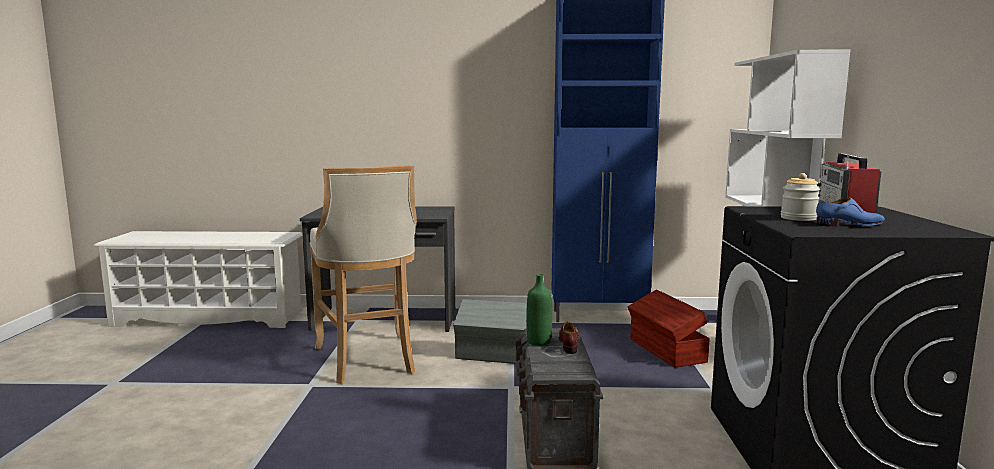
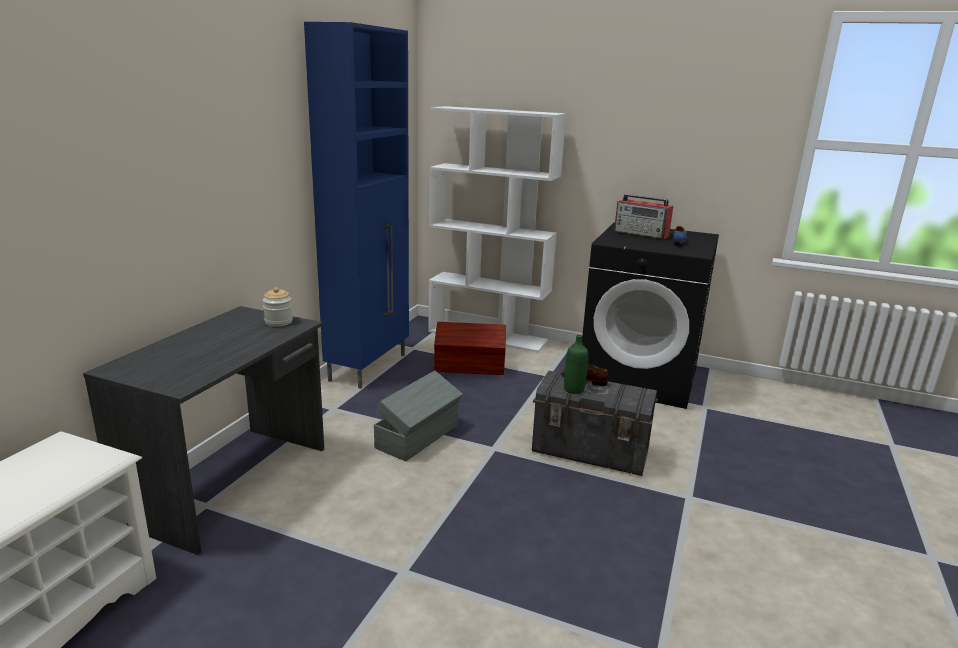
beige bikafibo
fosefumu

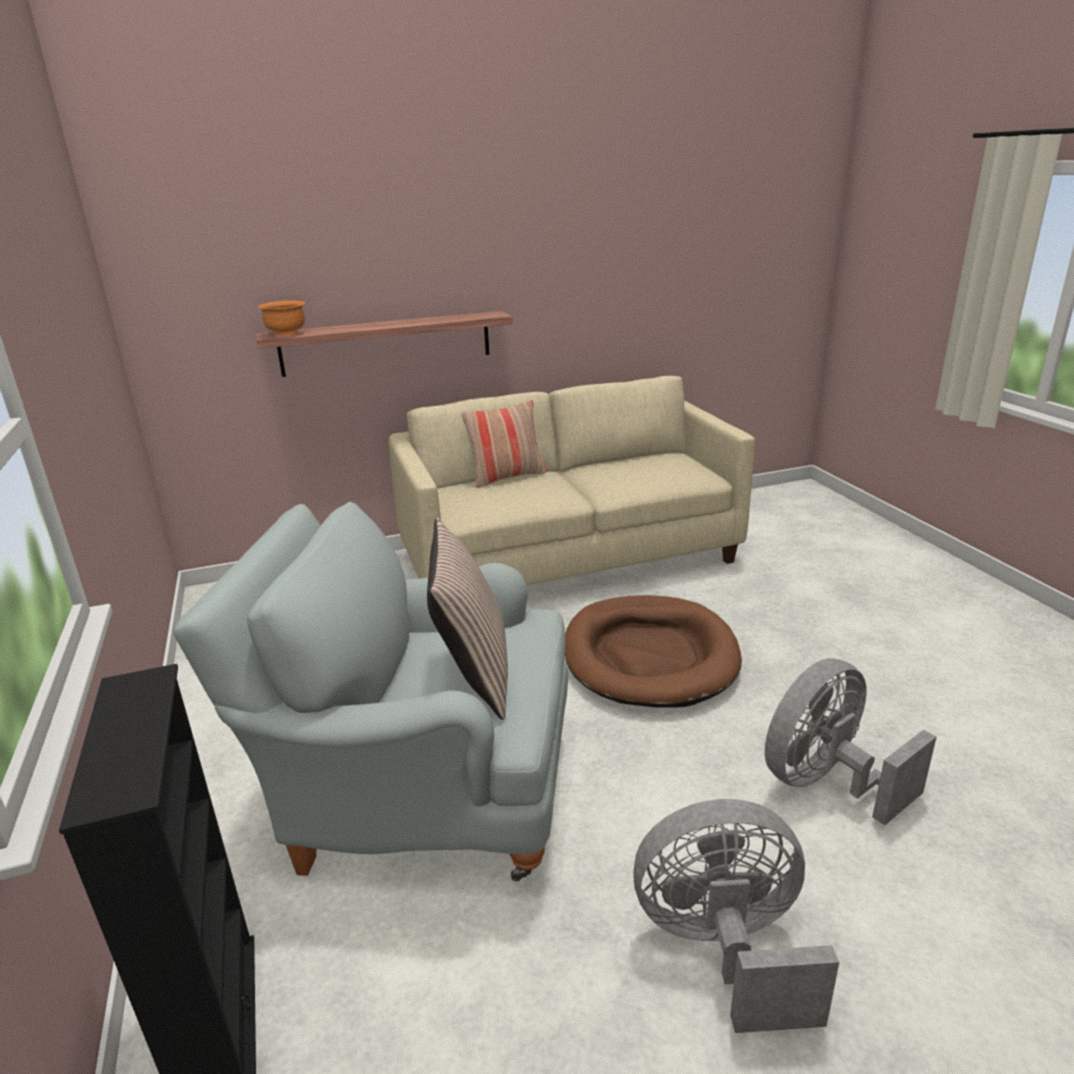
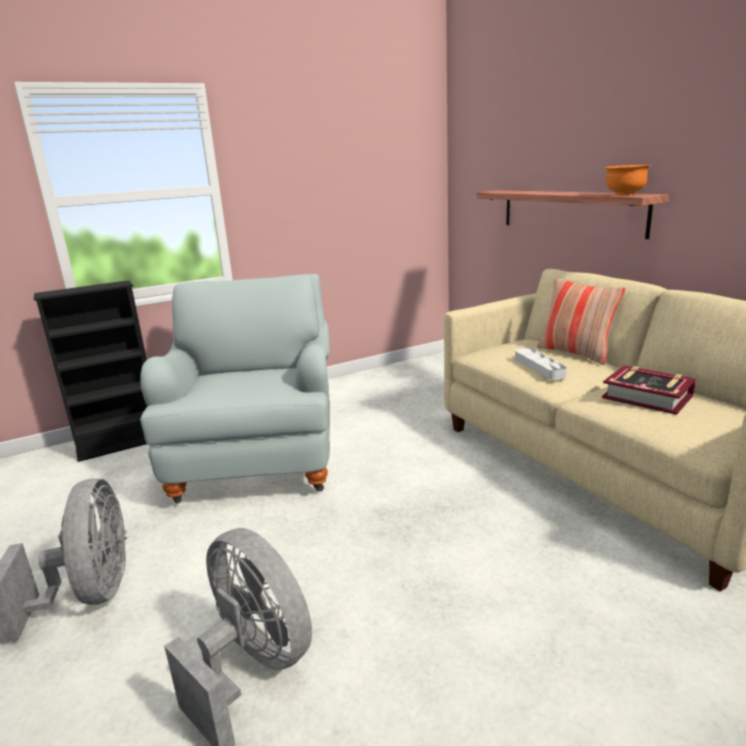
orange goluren
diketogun (1st from left in the first image)
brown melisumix
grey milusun
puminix

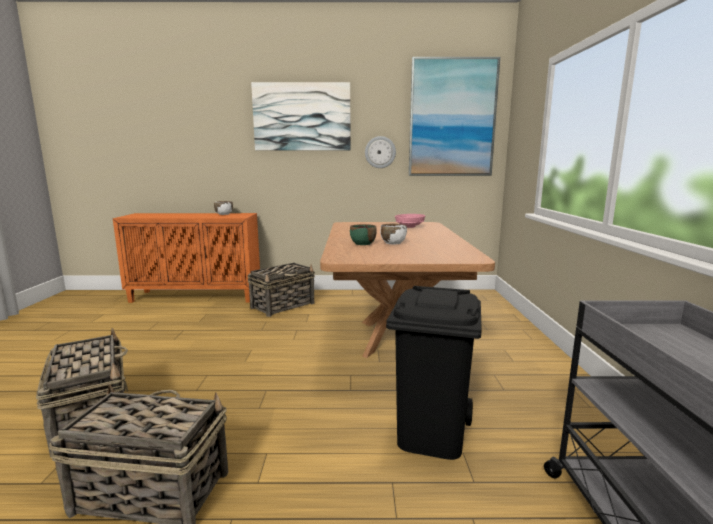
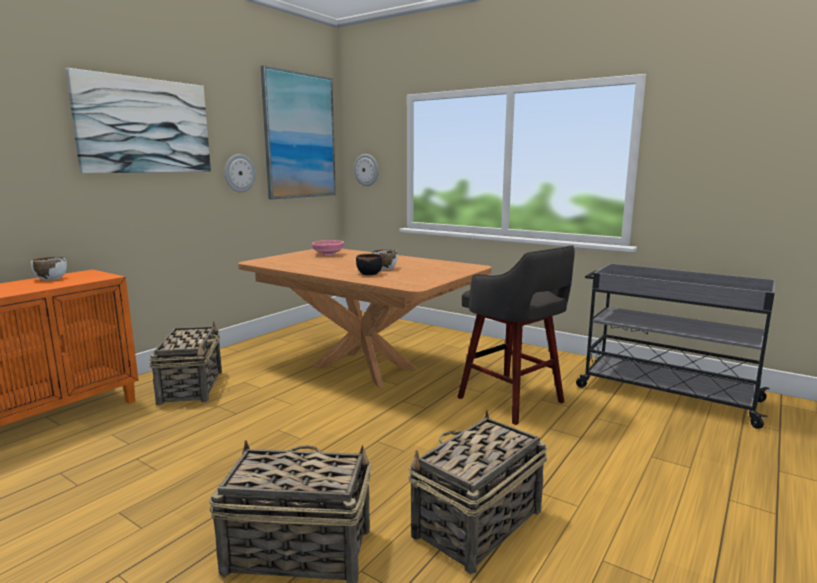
black goluren
grey bikafibo
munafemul (2nd from left)

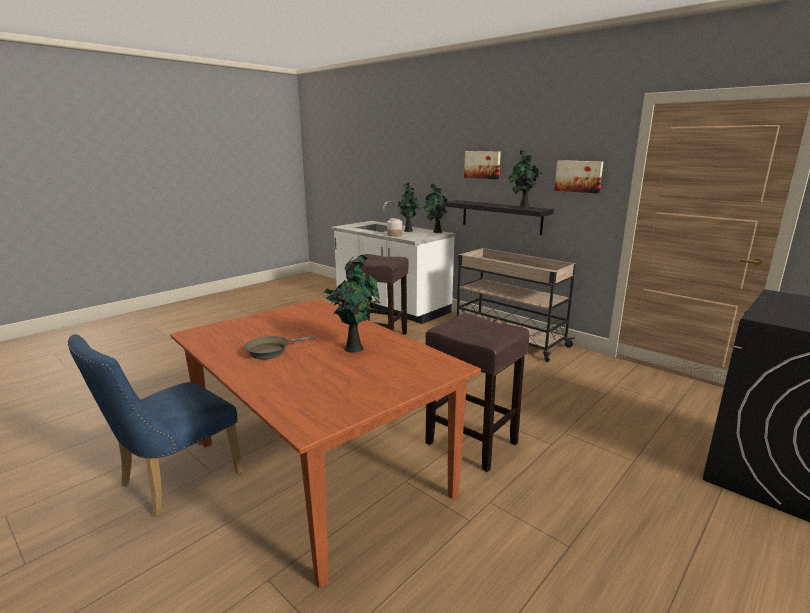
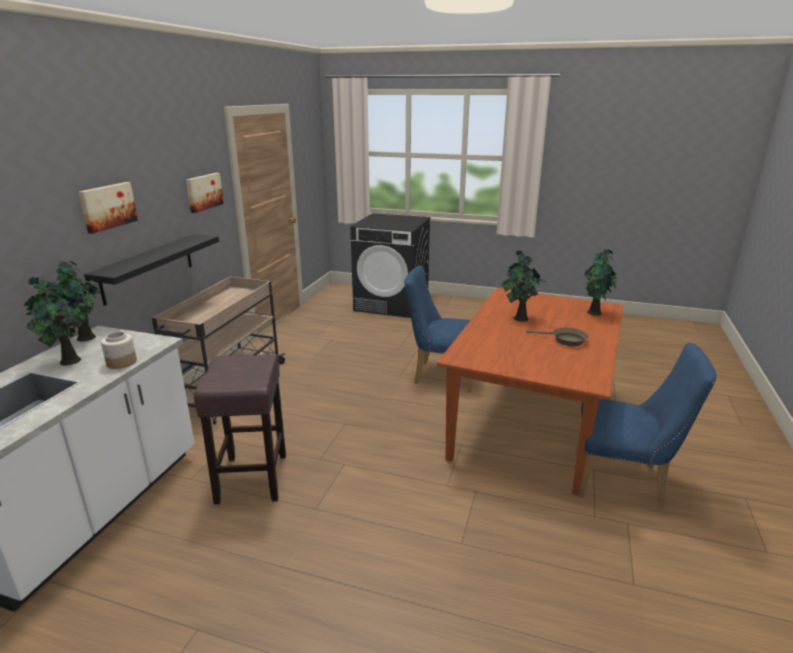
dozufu (4th from left)
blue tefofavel (1st from left)

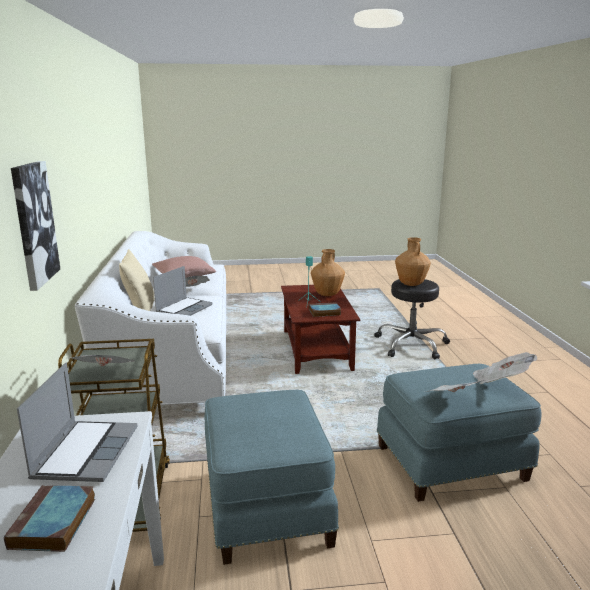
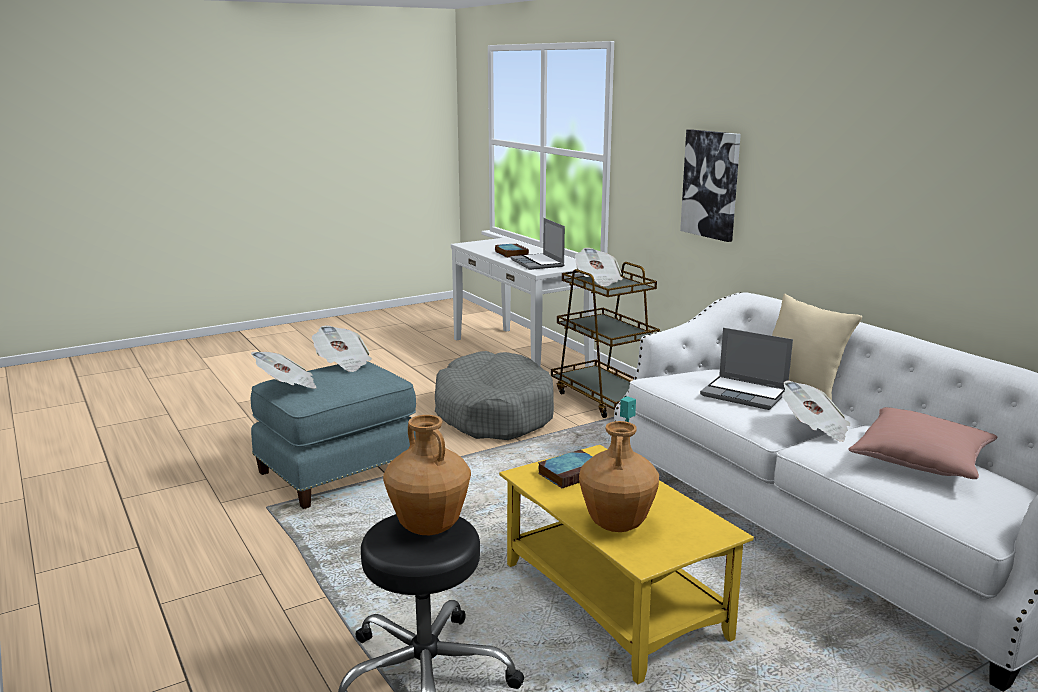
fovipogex (2nd from left)
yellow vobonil
grey melisumix

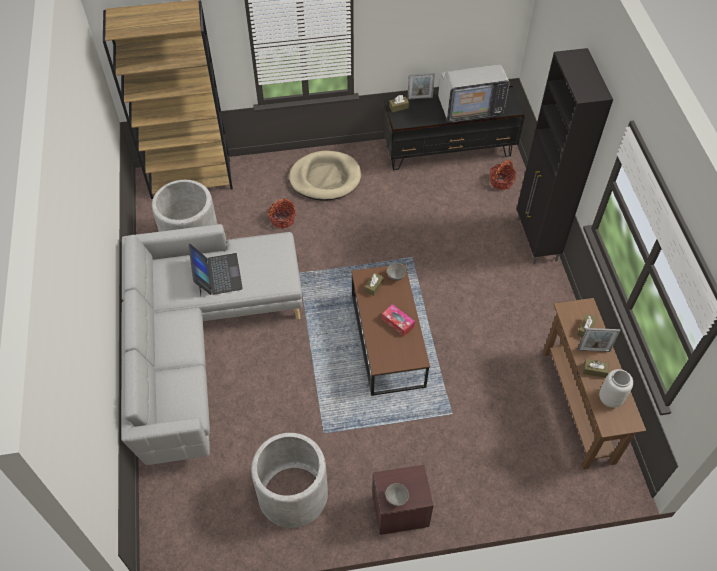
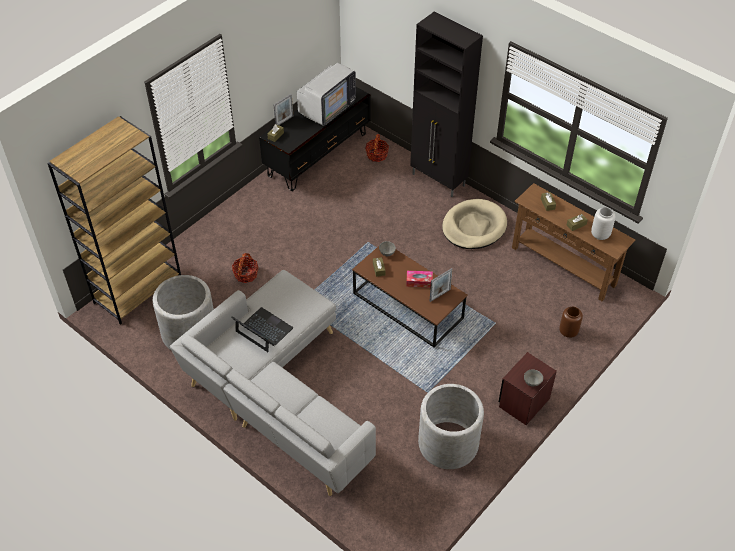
beige melisumix
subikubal (2nd from left)
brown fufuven

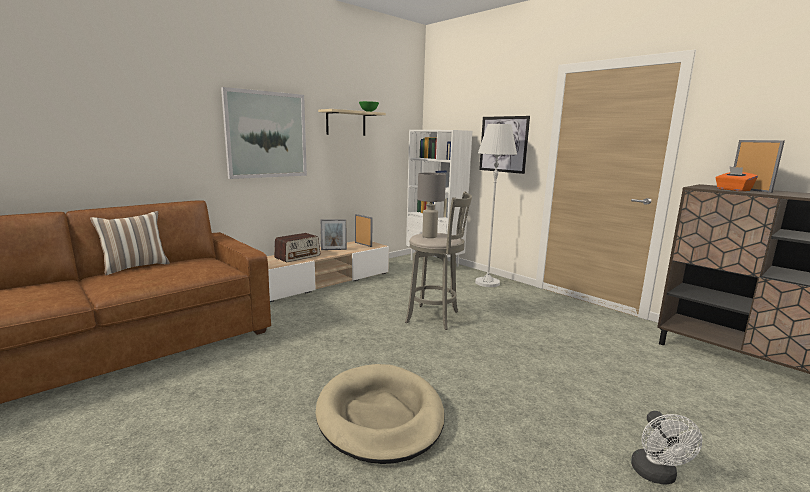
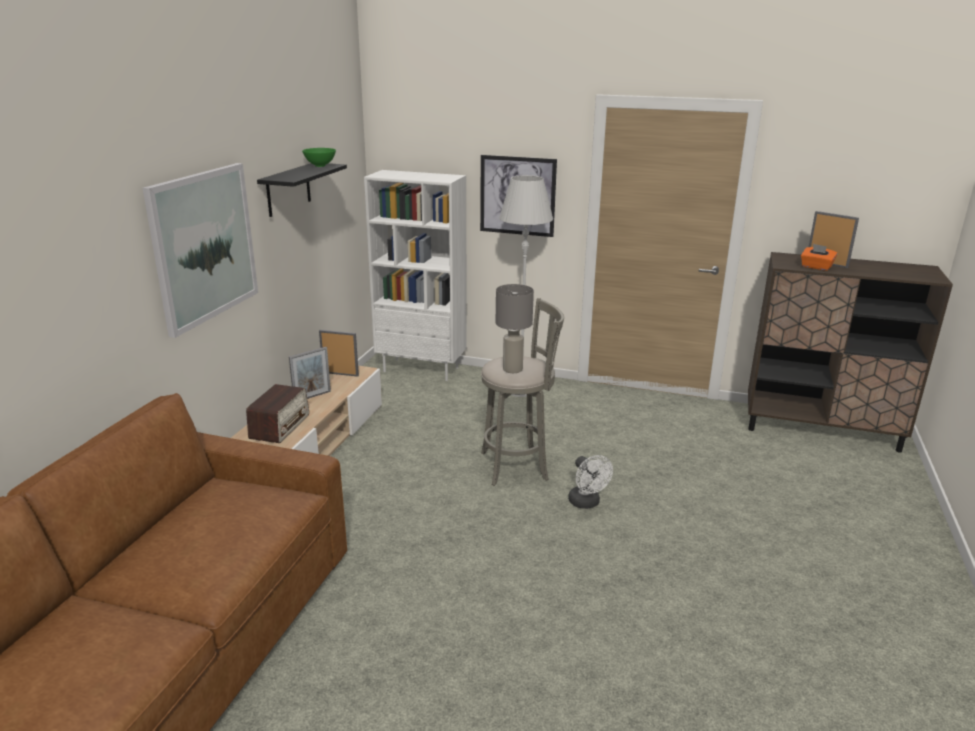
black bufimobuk
diketogun
beige melisumix
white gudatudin

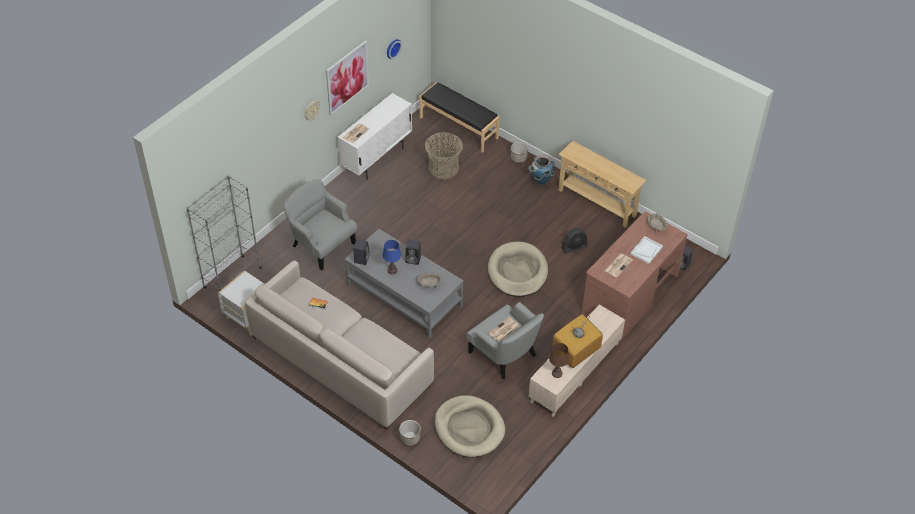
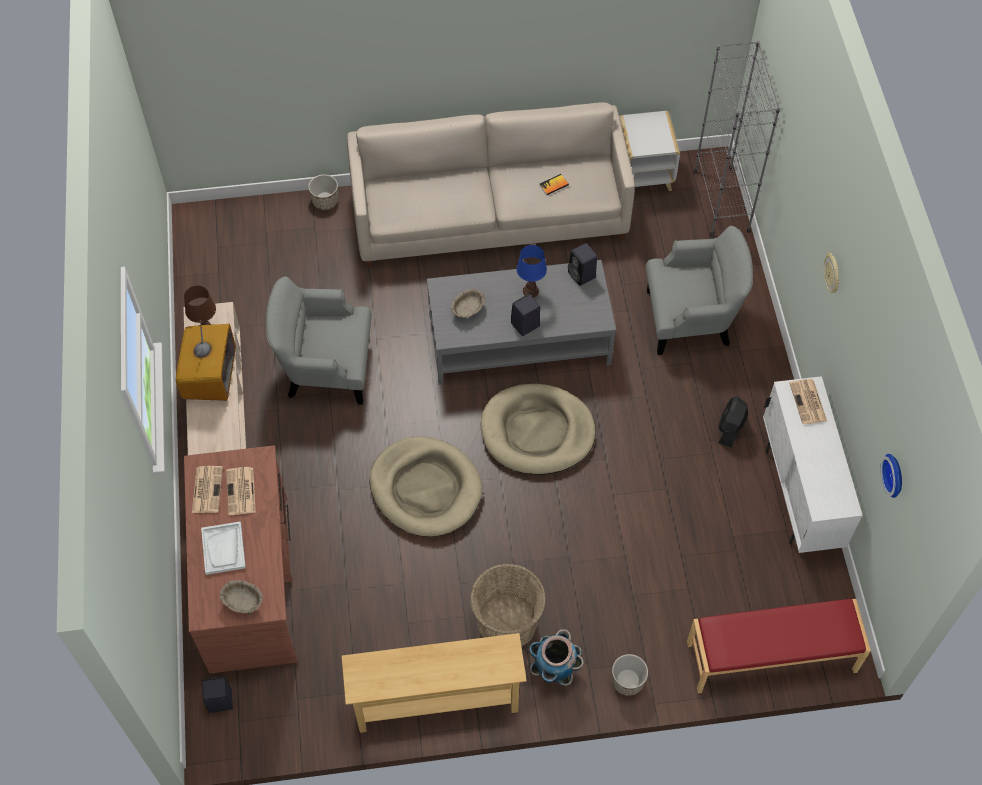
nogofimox
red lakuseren
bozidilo
black gudatudin
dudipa (1st from left)
beige melisumix (2nd from left)

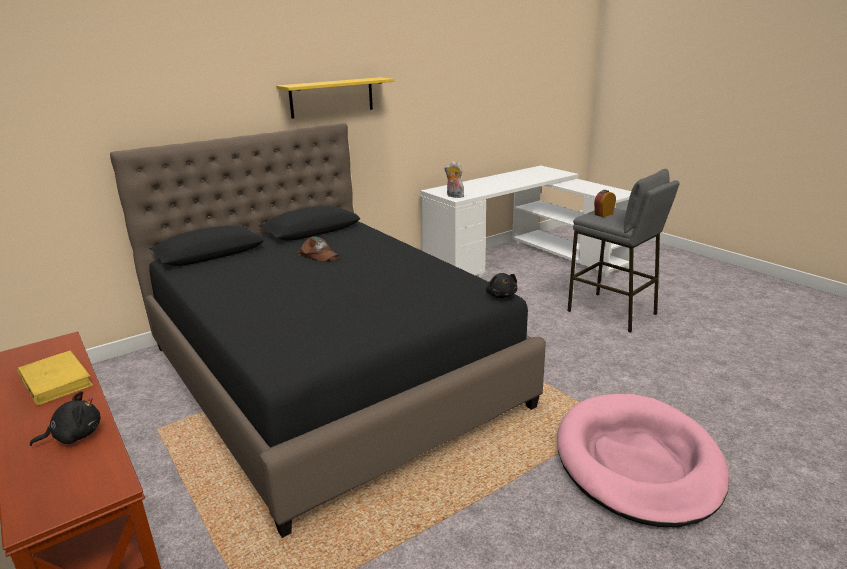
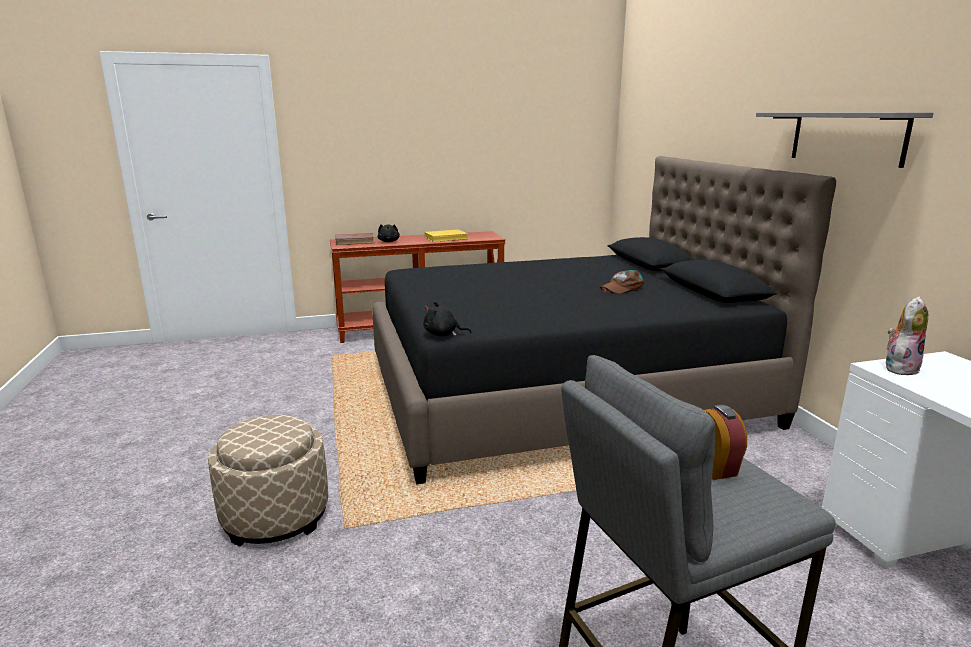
grey bufimobuk
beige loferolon
brown puminix

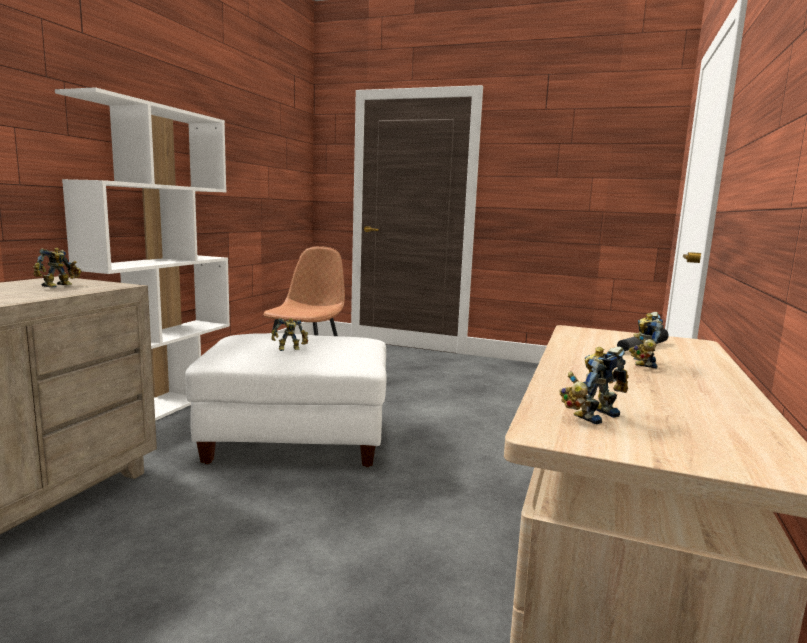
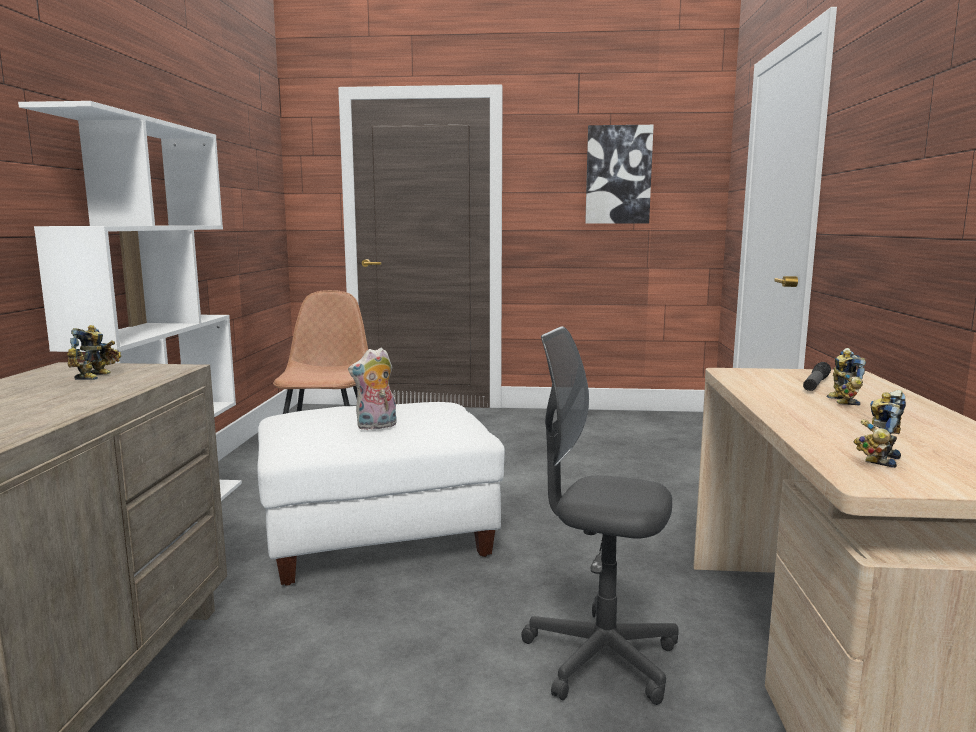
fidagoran
nogofimox
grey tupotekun

